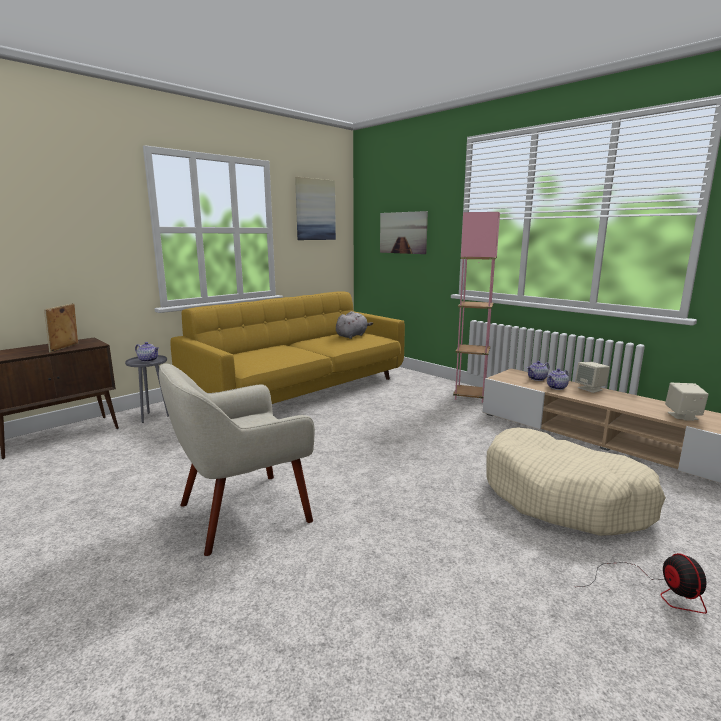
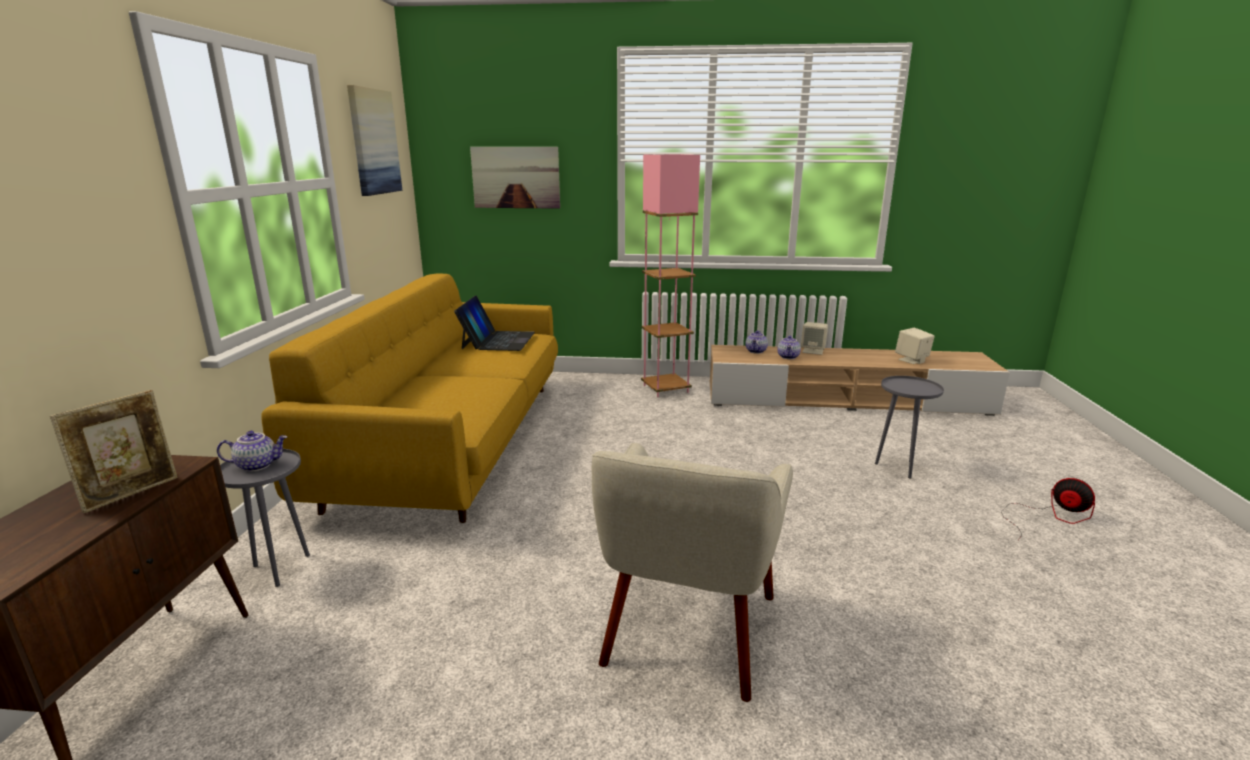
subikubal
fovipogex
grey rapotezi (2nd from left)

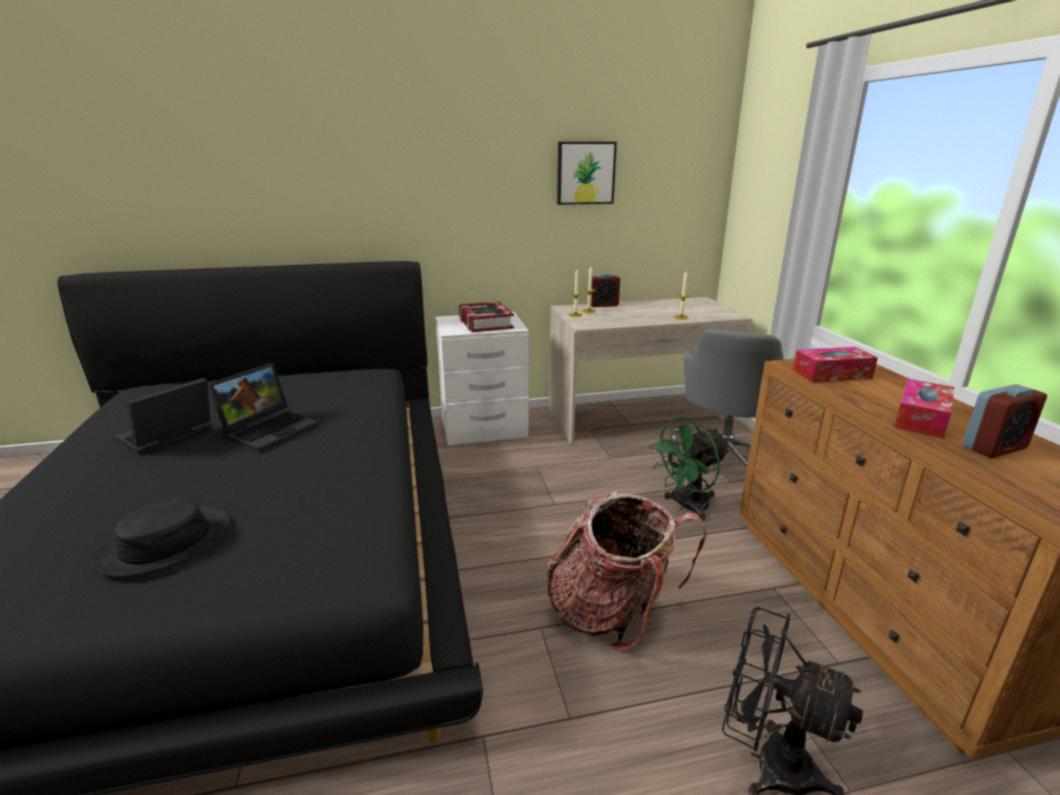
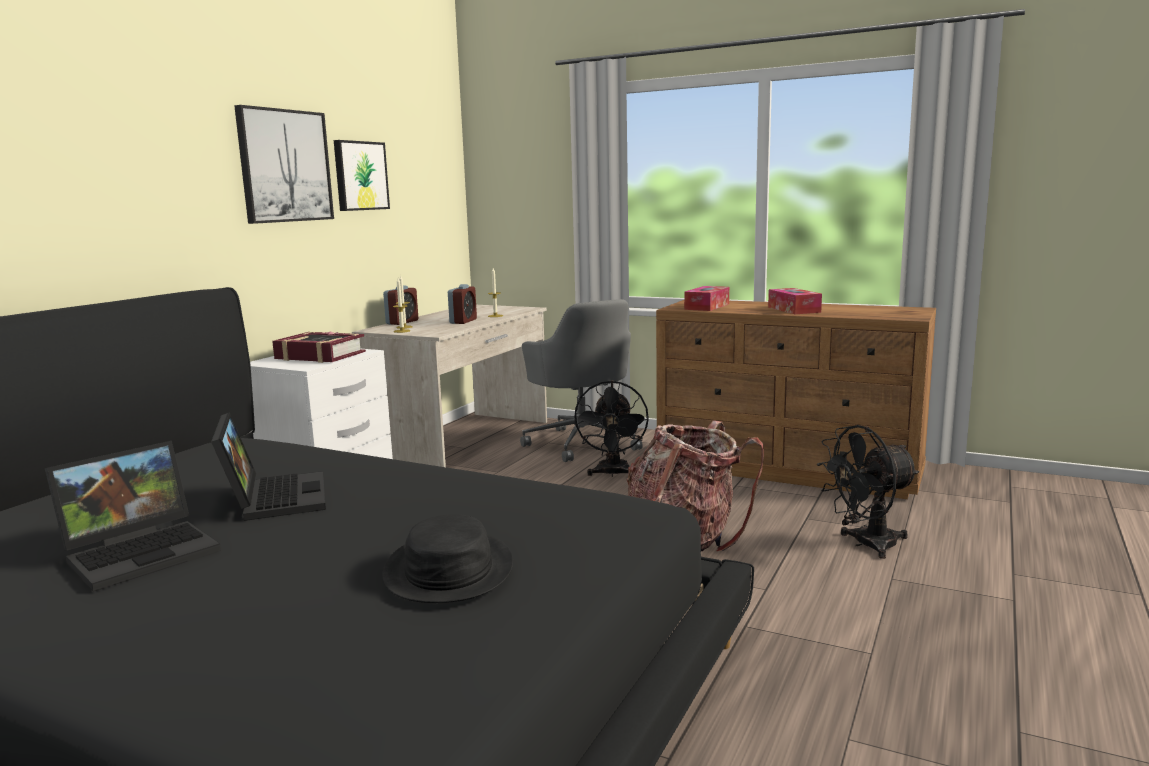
fovipogex (1st from left)
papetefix (2nd from left)
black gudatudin (1st from left)
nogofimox (1st from left)

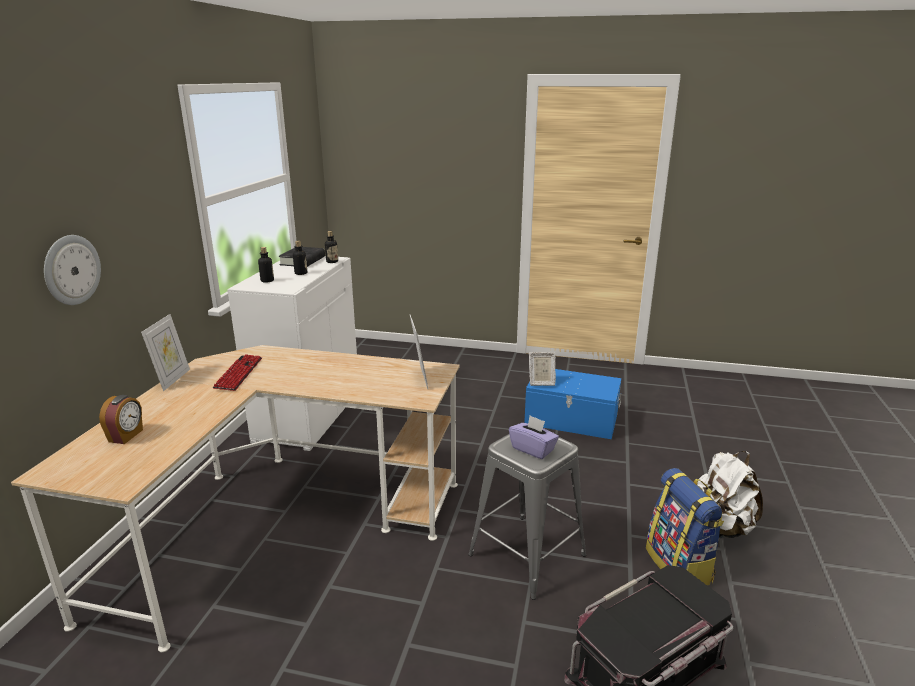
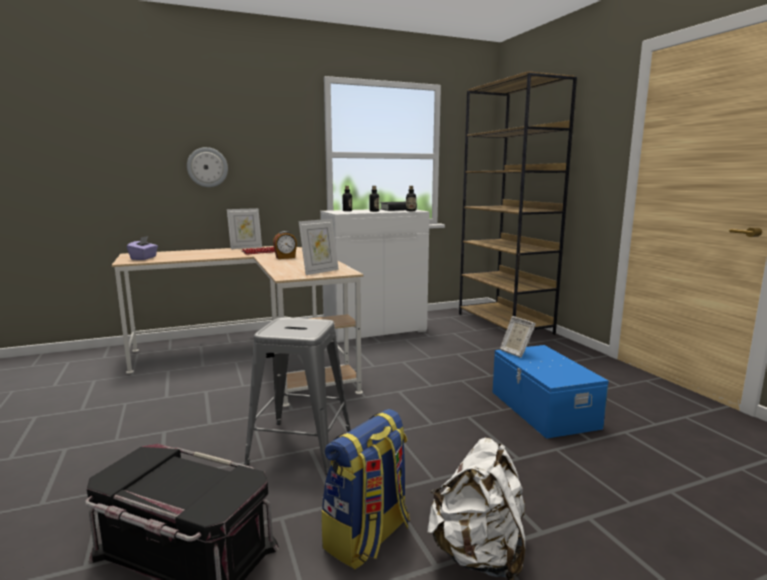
papetefix
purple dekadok
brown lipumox

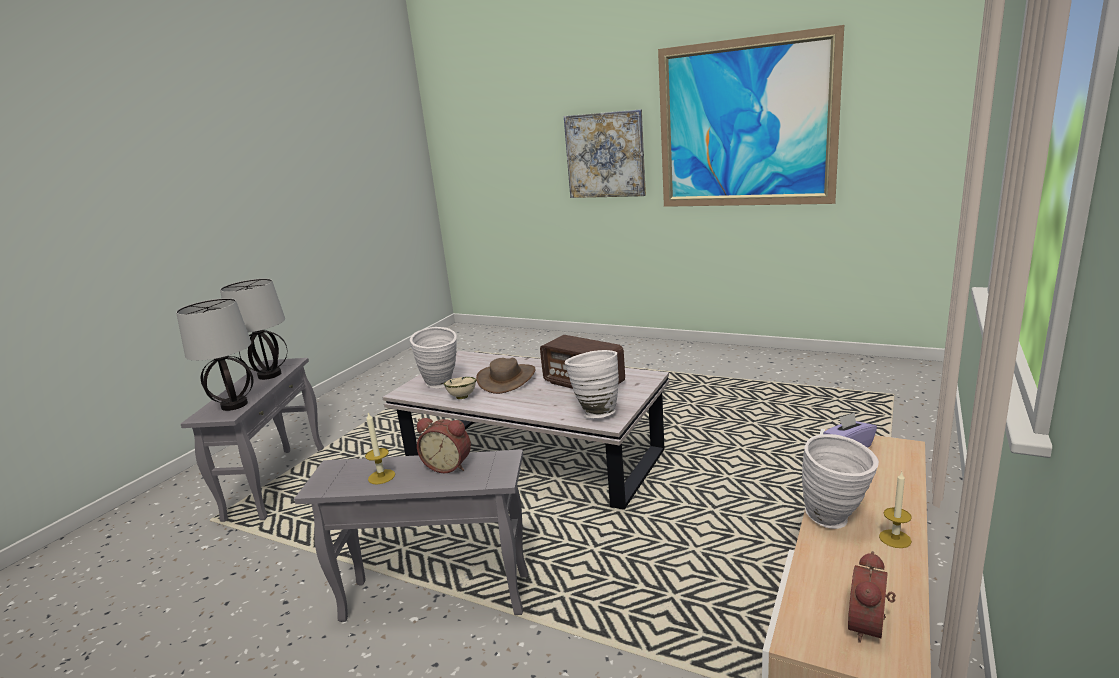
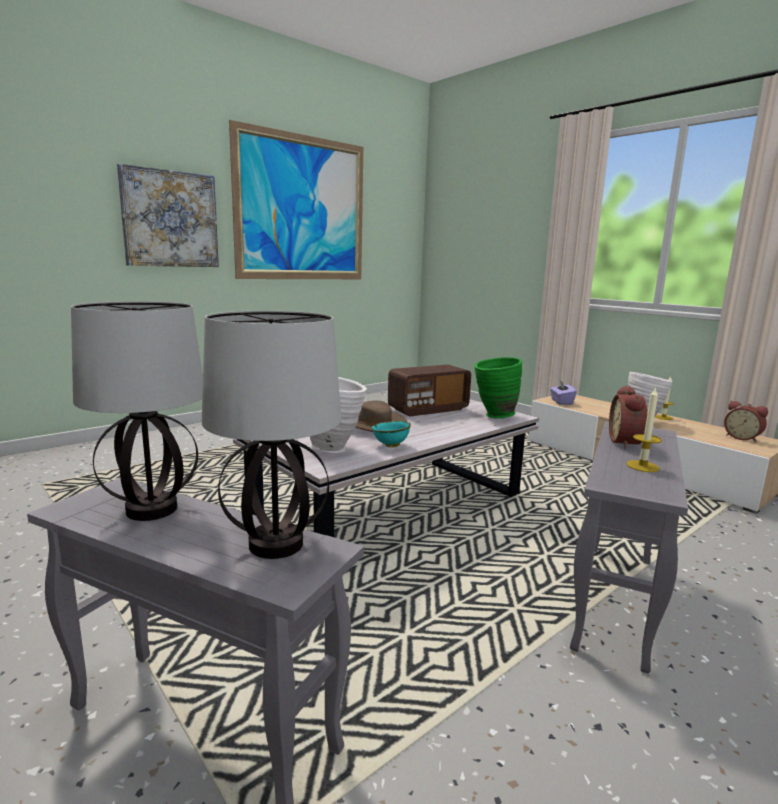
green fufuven
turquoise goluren
papetefix (1st from left)

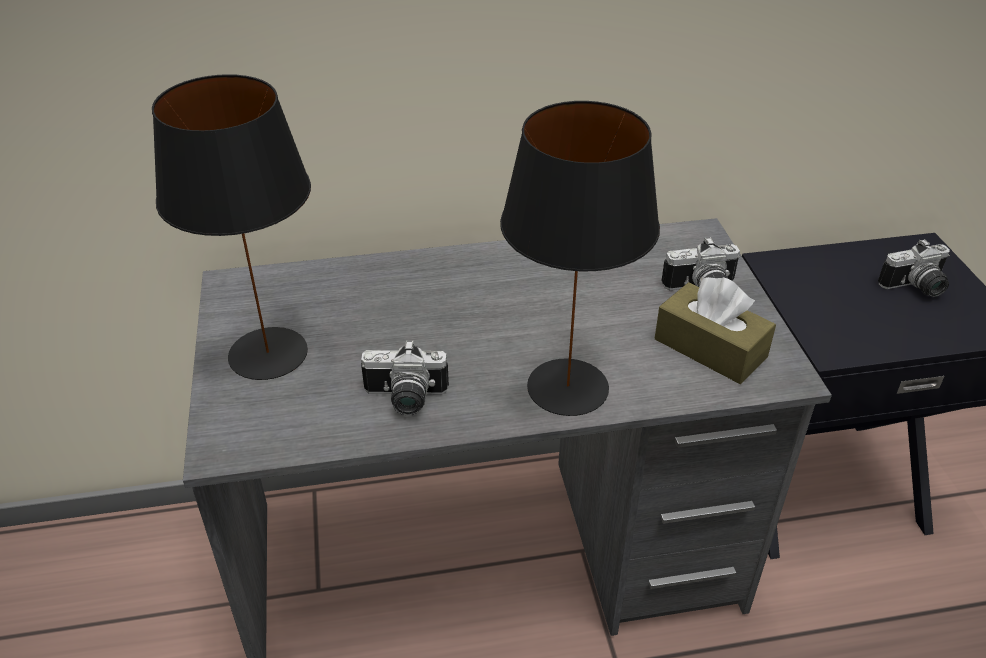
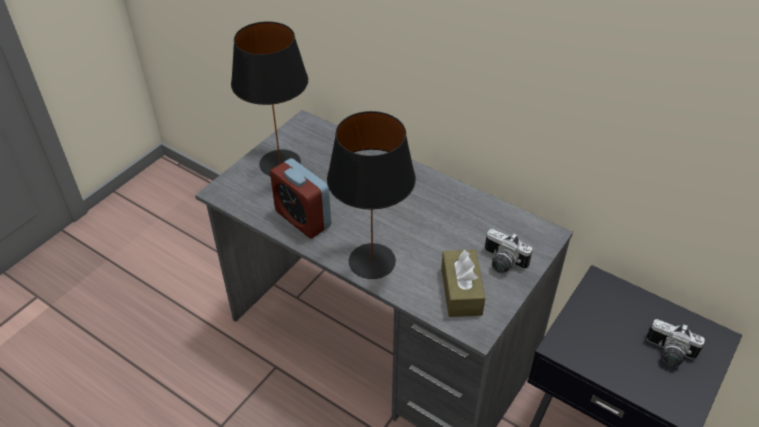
papetefix

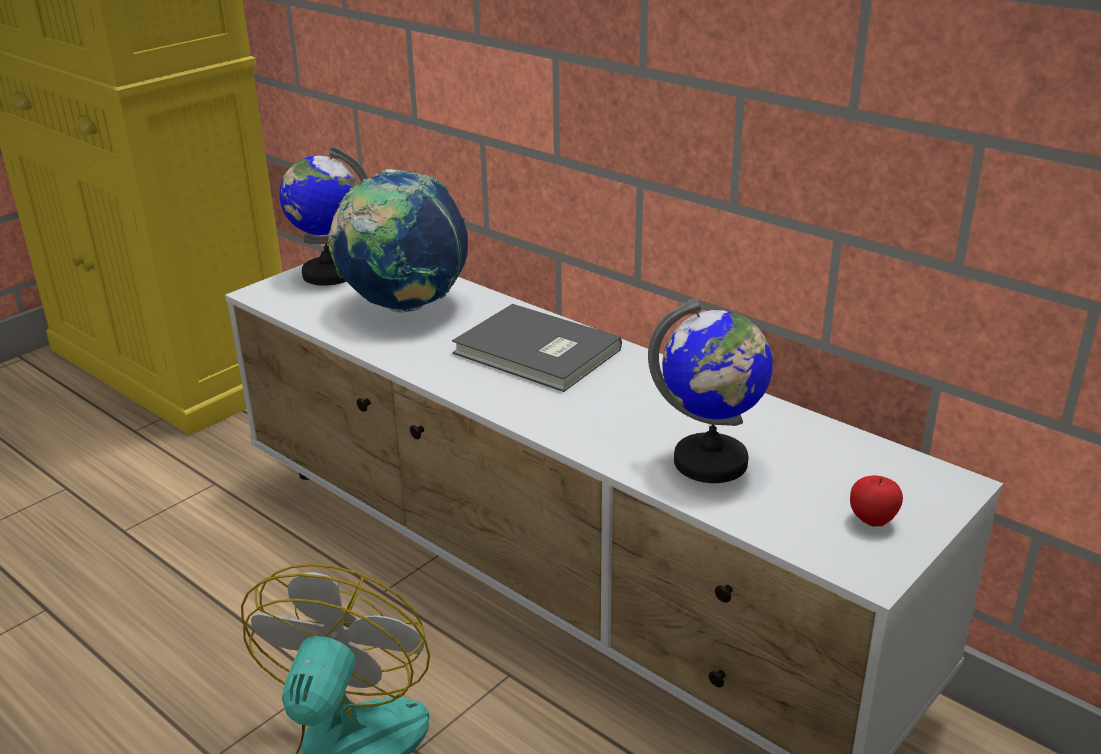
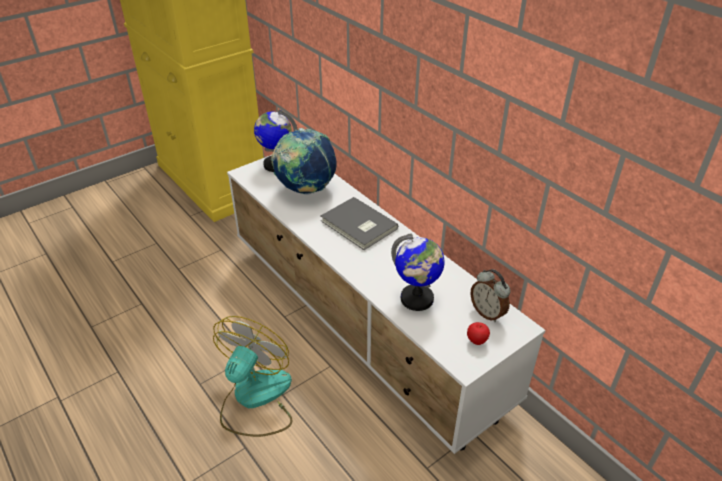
papetefix

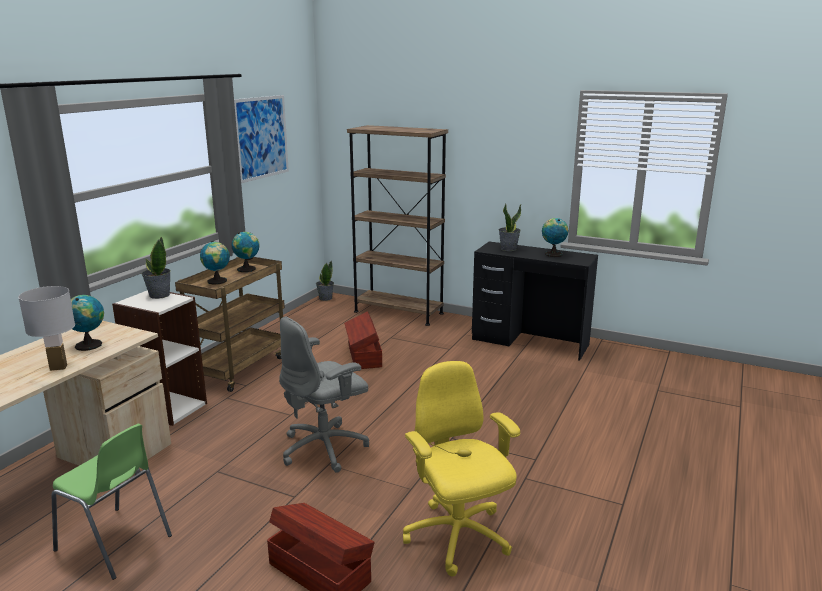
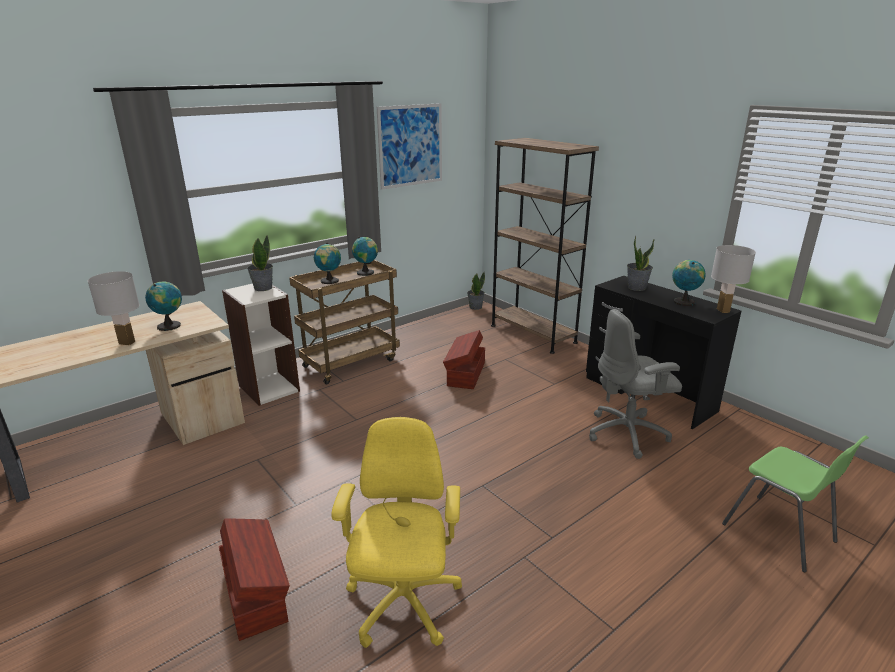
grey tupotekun
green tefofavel
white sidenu (2nd from left)

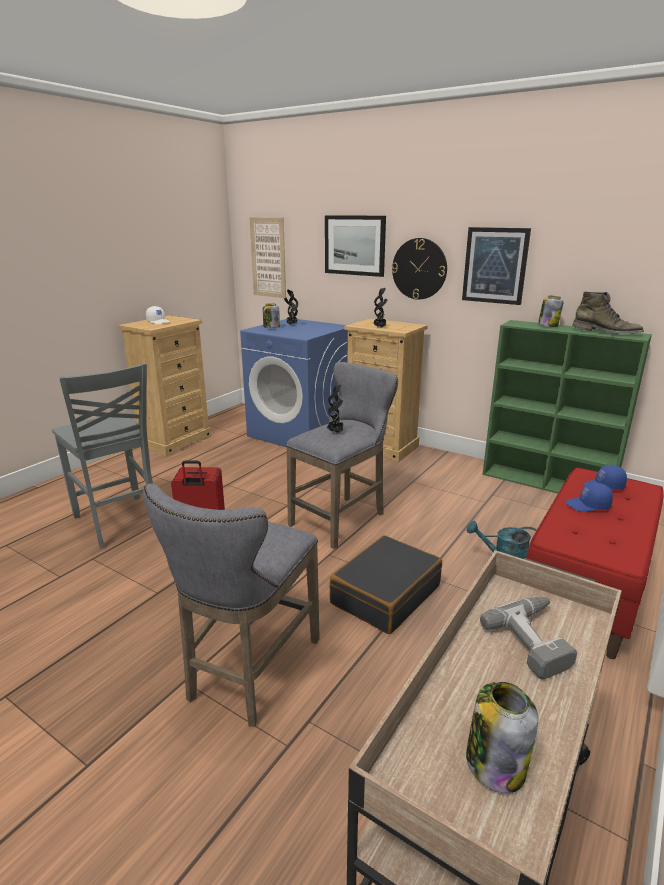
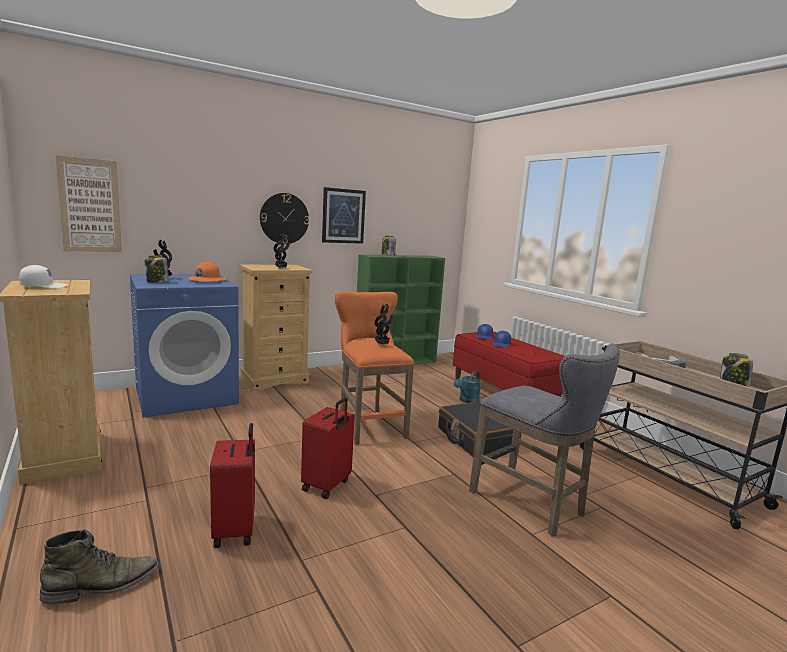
nogofimox (2nd from left in the first image)
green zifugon
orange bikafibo
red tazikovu (1st from left)
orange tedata

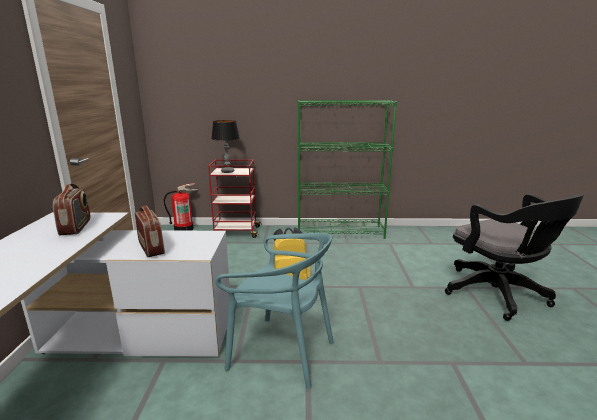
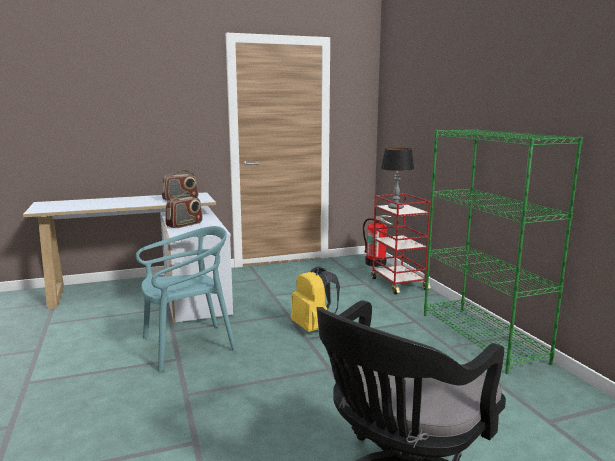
turquoise tefofavel

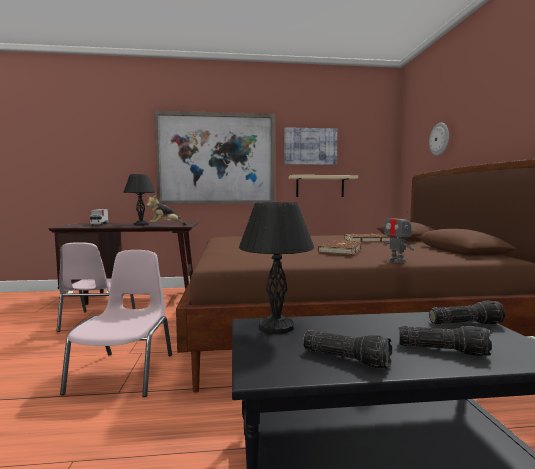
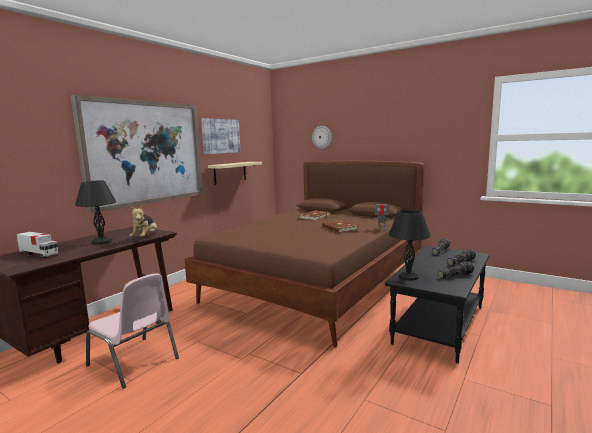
pink tefofavel (2nd from left in the first image)

